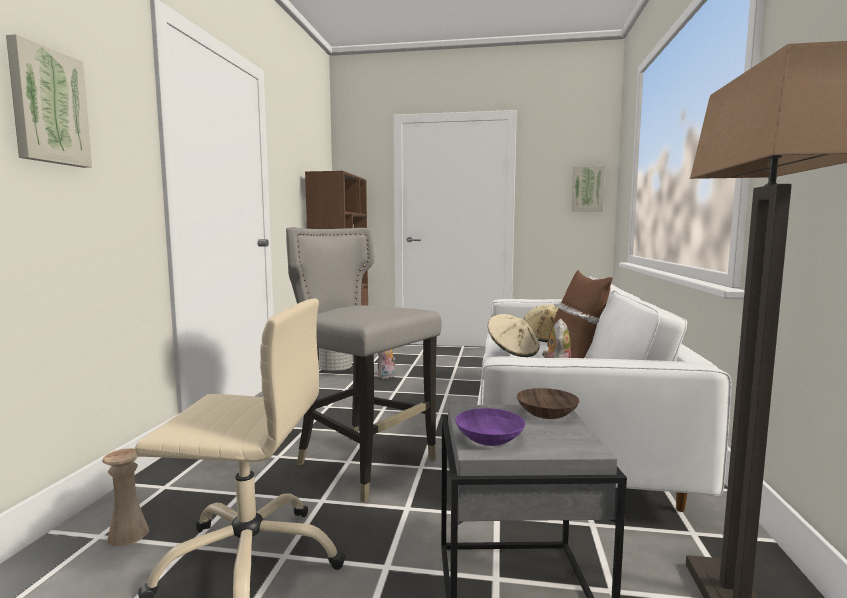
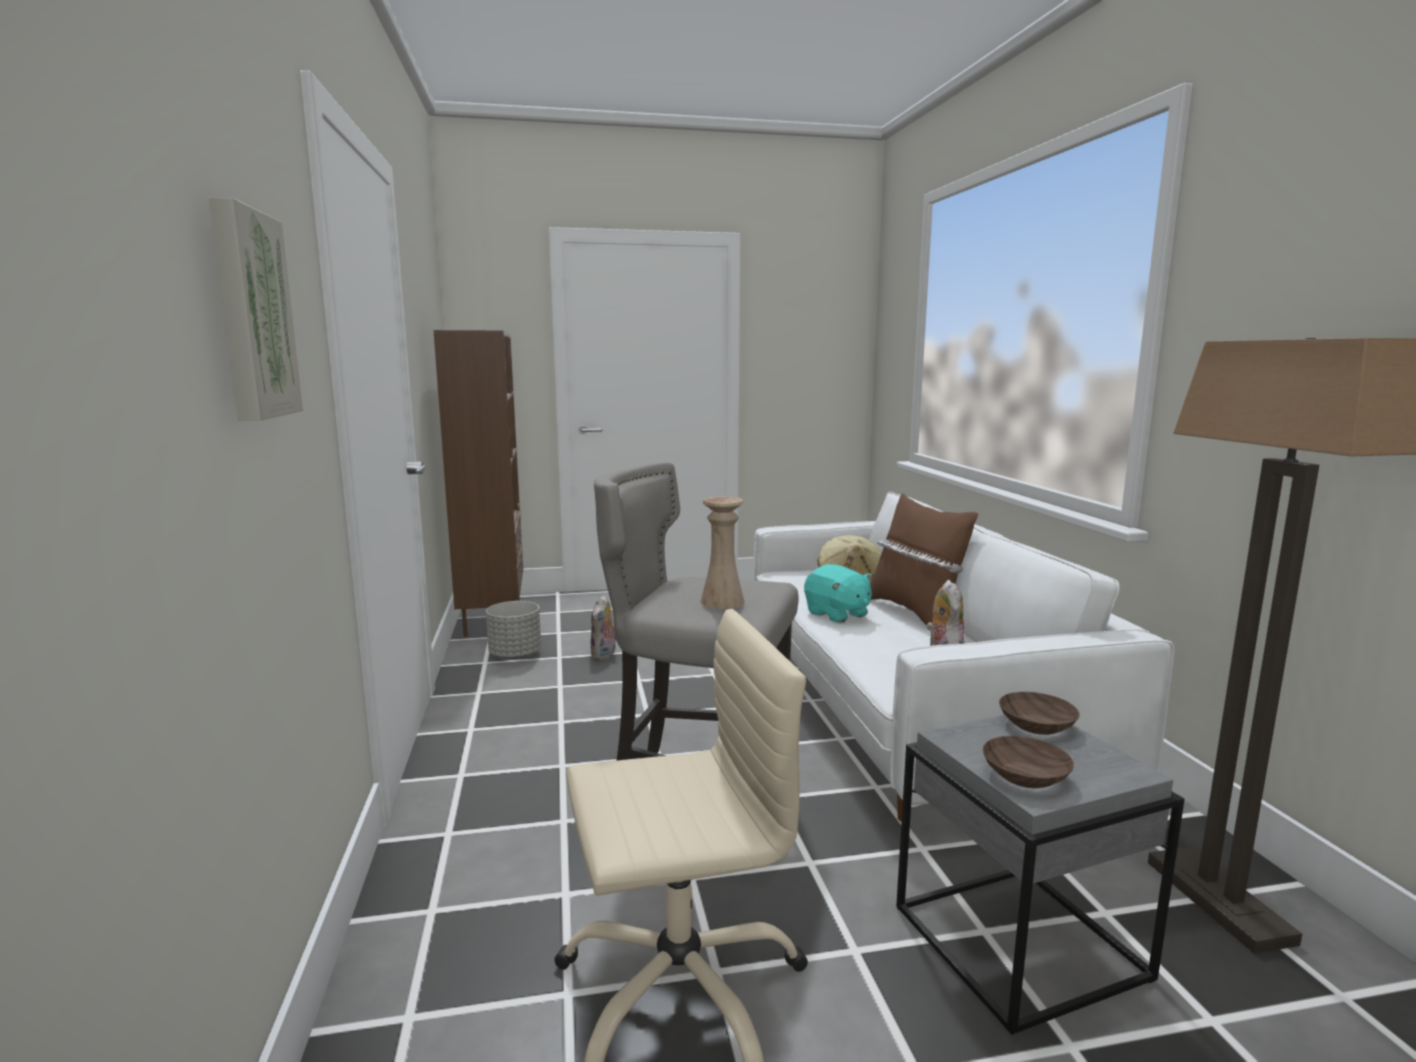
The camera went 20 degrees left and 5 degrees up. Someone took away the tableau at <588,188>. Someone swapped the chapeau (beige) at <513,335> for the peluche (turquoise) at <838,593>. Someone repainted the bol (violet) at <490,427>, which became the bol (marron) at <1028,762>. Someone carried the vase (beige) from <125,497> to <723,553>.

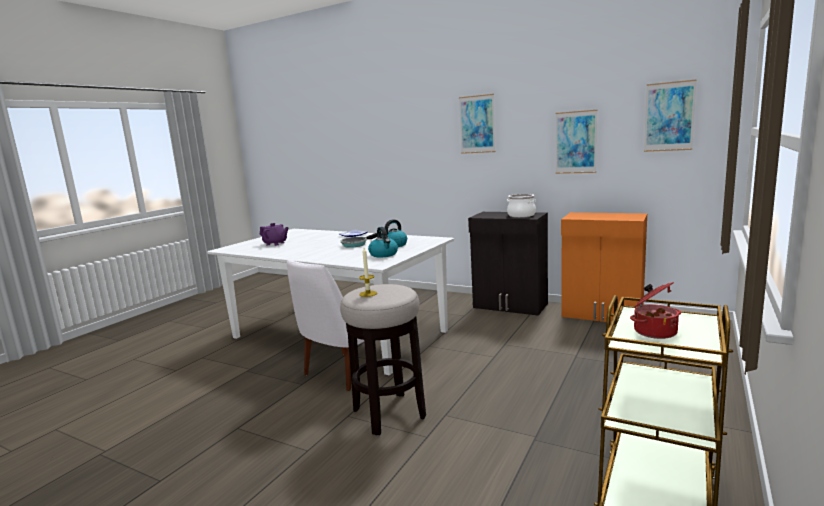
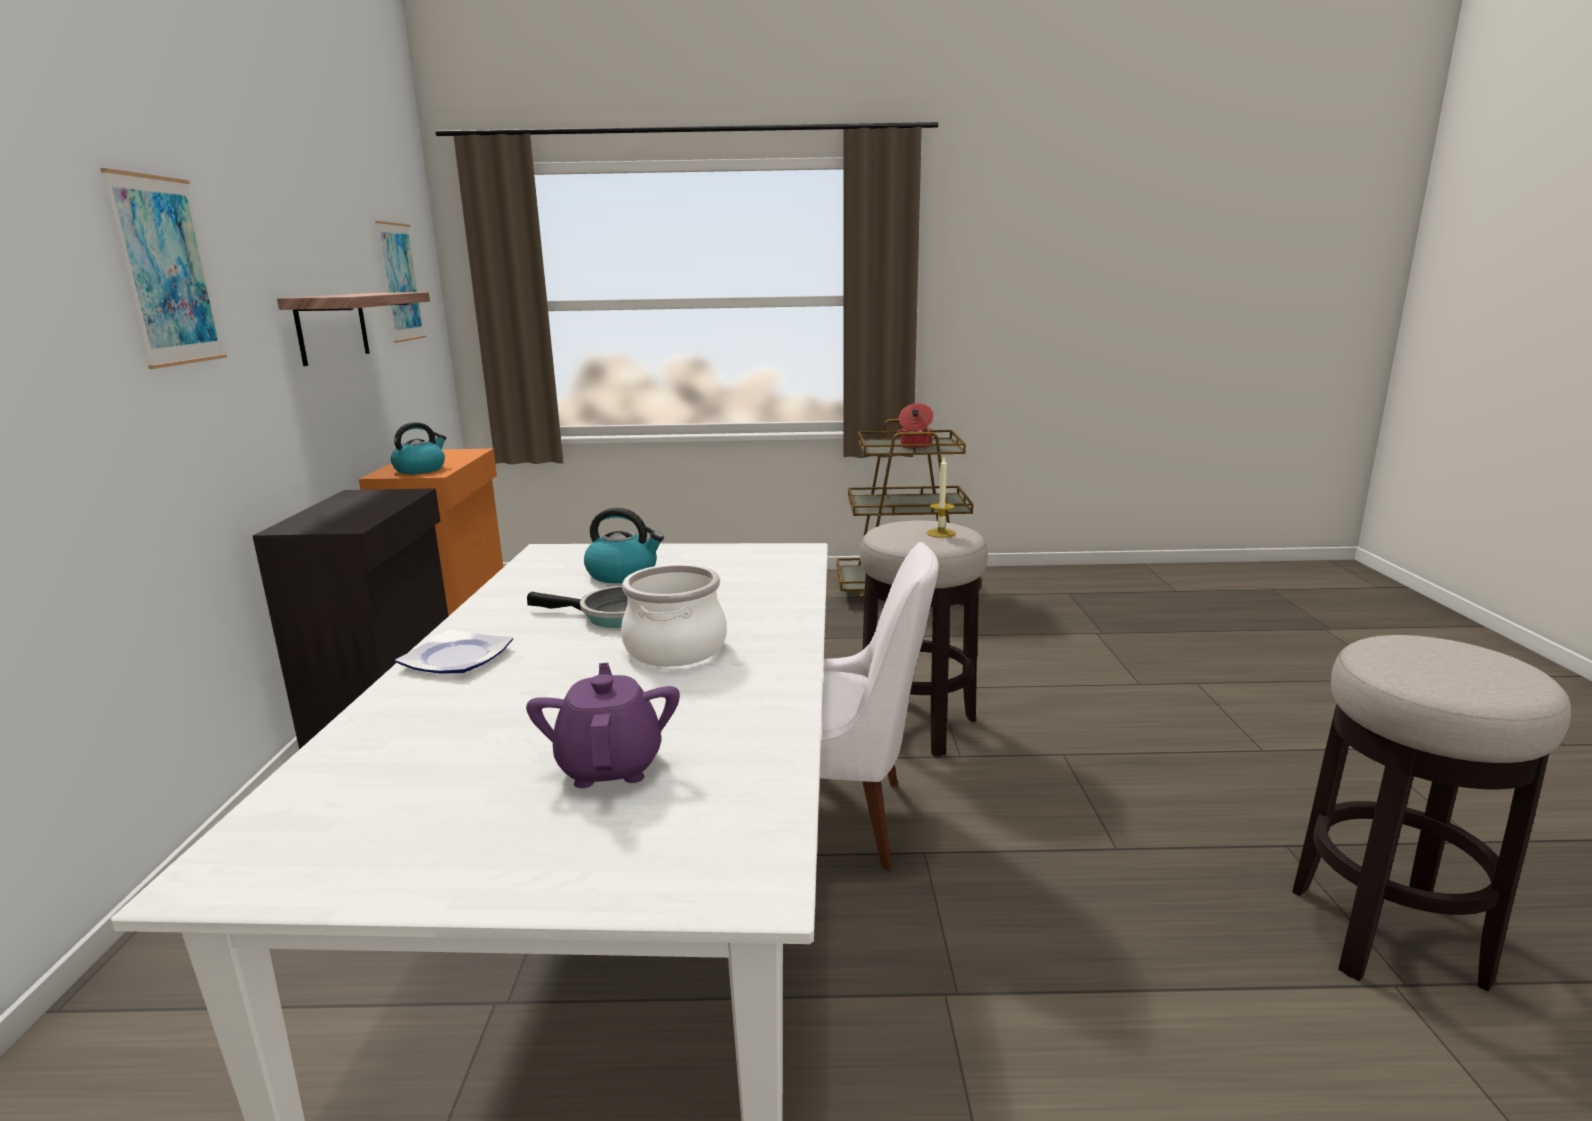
The camera went 120 degrees left and 5 degrees up. Someone swapped the tableau at <576,142> for the étagère at <353,329>. Someone carried the marmite from <521,205> to <674,615>. Someone carried the bouilloire from <383,242> to <418,448>. Someone put down the tabouret at <1431,813>.

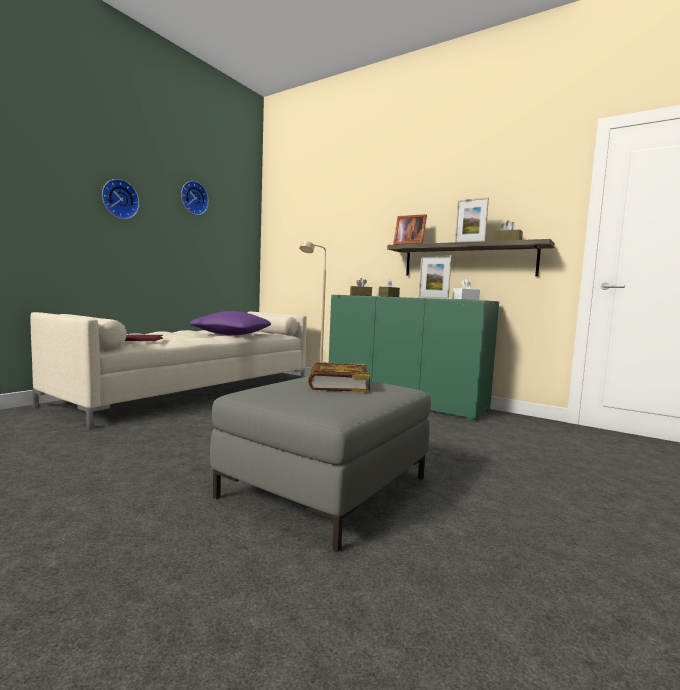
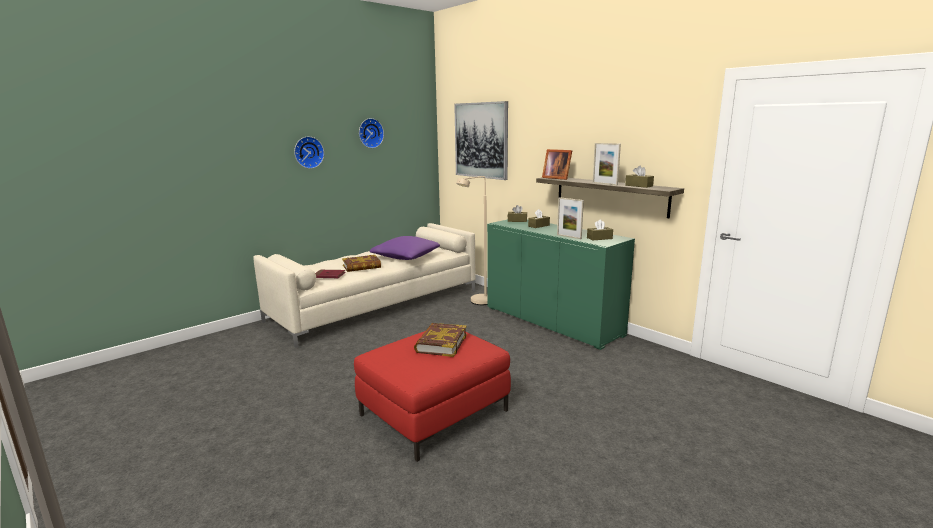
The camera went 15 degrees right and 10 degrees up. Someone repainted the boîte à mouchoirs (blanc) at <466,289>, which became the boîte à mouchoirs (marron) at <600,230>. Someone repainted the pouf (gris) at <320,464>, which became the pouf (rouge) at <432,396>. Someone put up the tableau at <481,140>. Someone put down the livre at <361,263>.

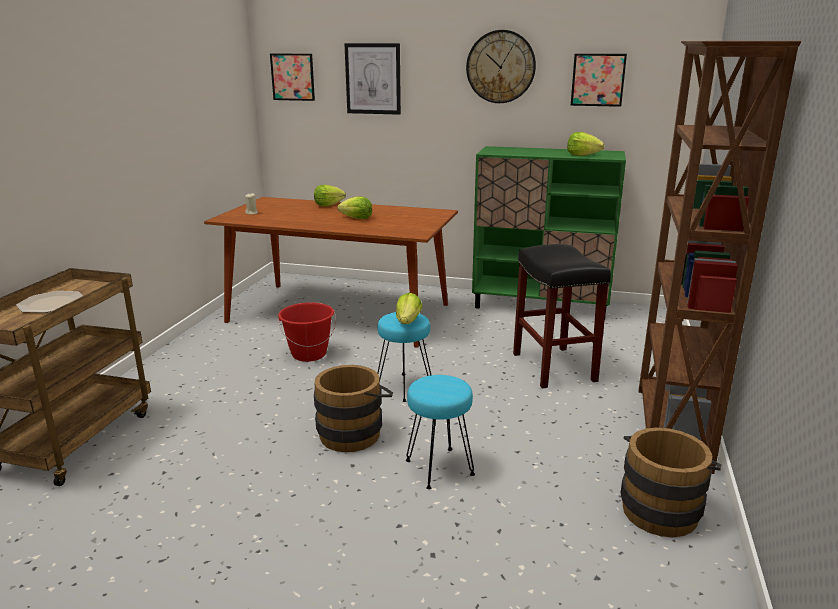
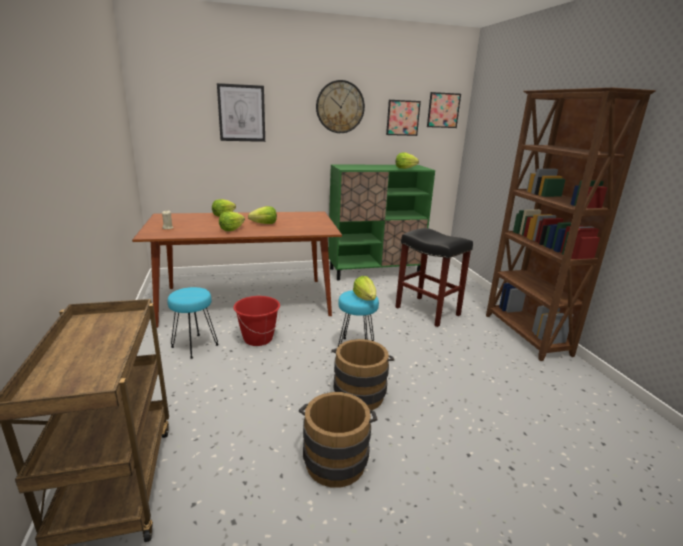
The camera went 30 degrees left and 0 degrees up. Someone carried the tableau from <292,77> to <444,110>. Someone took away the assiette at <49,302>. Someone carried the tabouret (turquoise) from <440,432> to <193,323>. Someone carried the seau (marron) from <670,482> to <338,440>. Someone put down the laitue at <232,221>.

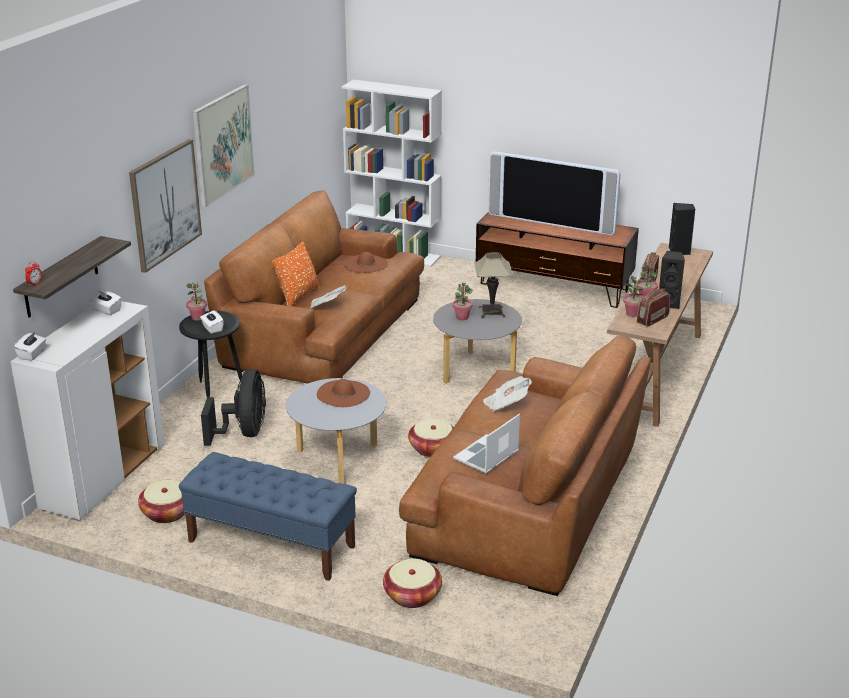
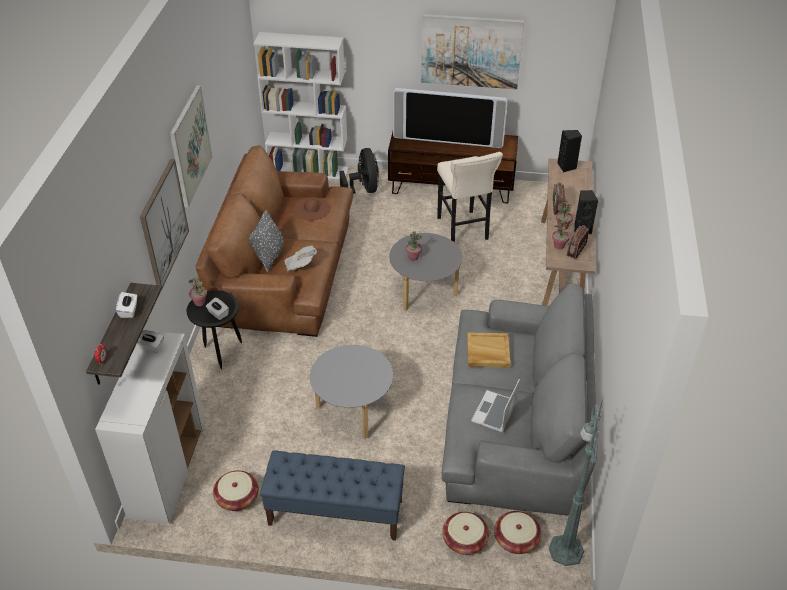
The camera went 15 degrees left and 15 degrees up. Someone repainted the coussin (orange) at <296,274>, which became the coussin (gris) at <266,241>. Someone took away the lampe de table at <493,285>. Someone carried the boîte à mouchoirs (blanc) from <30,346> to <126,305>. Someone repainted the canapé (marron) at <525,465>, which became the canapé (gris) at <519,399>. Someone carried the ventilateur (noir) from <233,407> to <359,171>. Someone swapped the journal at <507,393> for the plateau (beige) at <489,350>. Someone took away the chapeau (marron) at <343,393>. Someone carried the panier from <431,438> to <517,532>. Someone put up the tableau at <472,51>. Someone put down the tabouret (beige) at <470,197>. Someone put down the lampadaire (vert) at <575,484>.

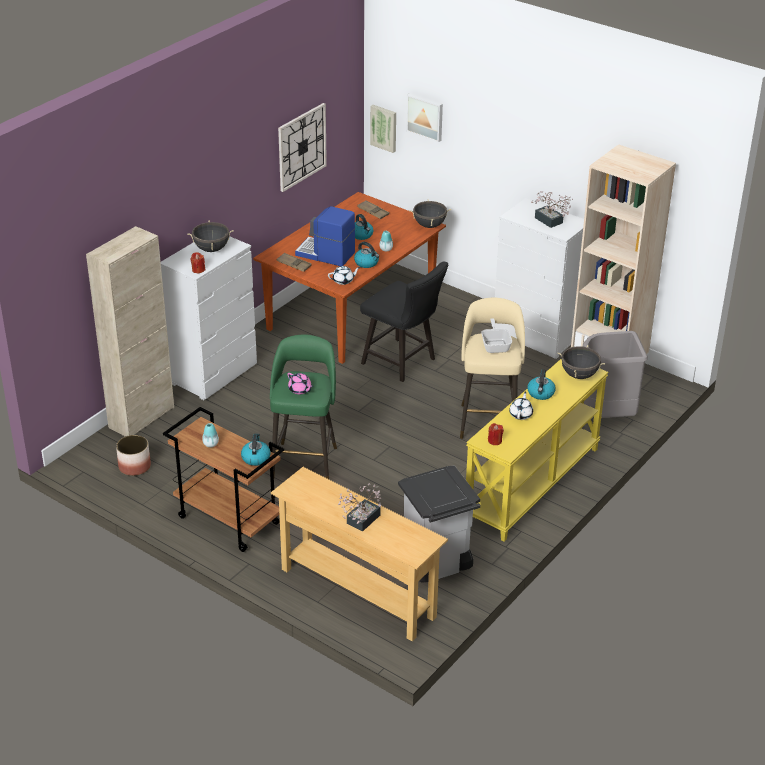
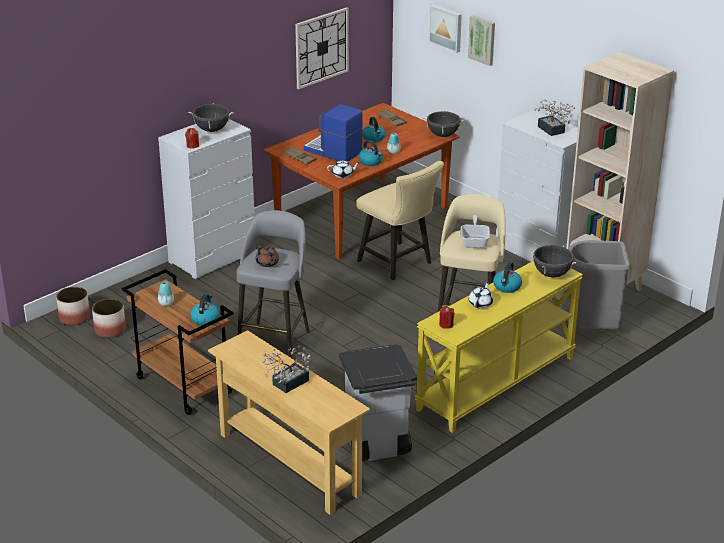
The camera went 10 degrees right and 5 degrees down. Someone carried the tableau from <383,129> to <481,40>. Someone took away the meuble de rangement (beige) at <130,331>. Someone repainted the chaise (noir) at <404,321>, which became the chaise (beige) at <400,220>. Someone repainted the tabouret (vert) at <303,406>, which became the tabouret (gris) at <273,284>. Someone repainted the théière (rose) at <300,383>, which became the théière (marron) at <267,256>. Someone put down the cache-pot at <73,306>.

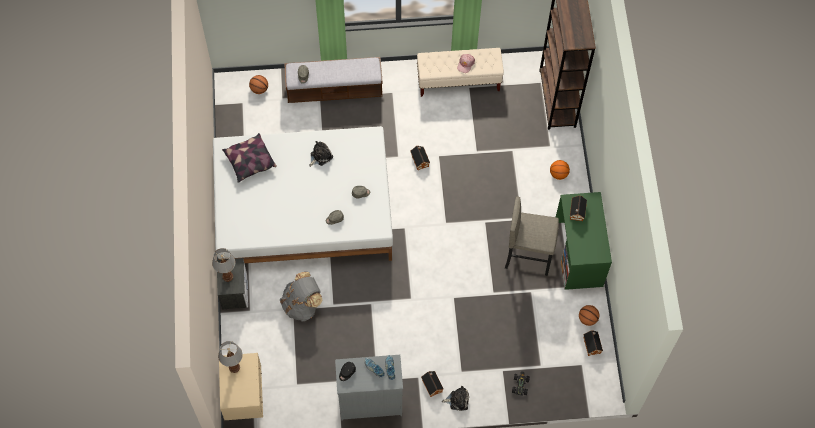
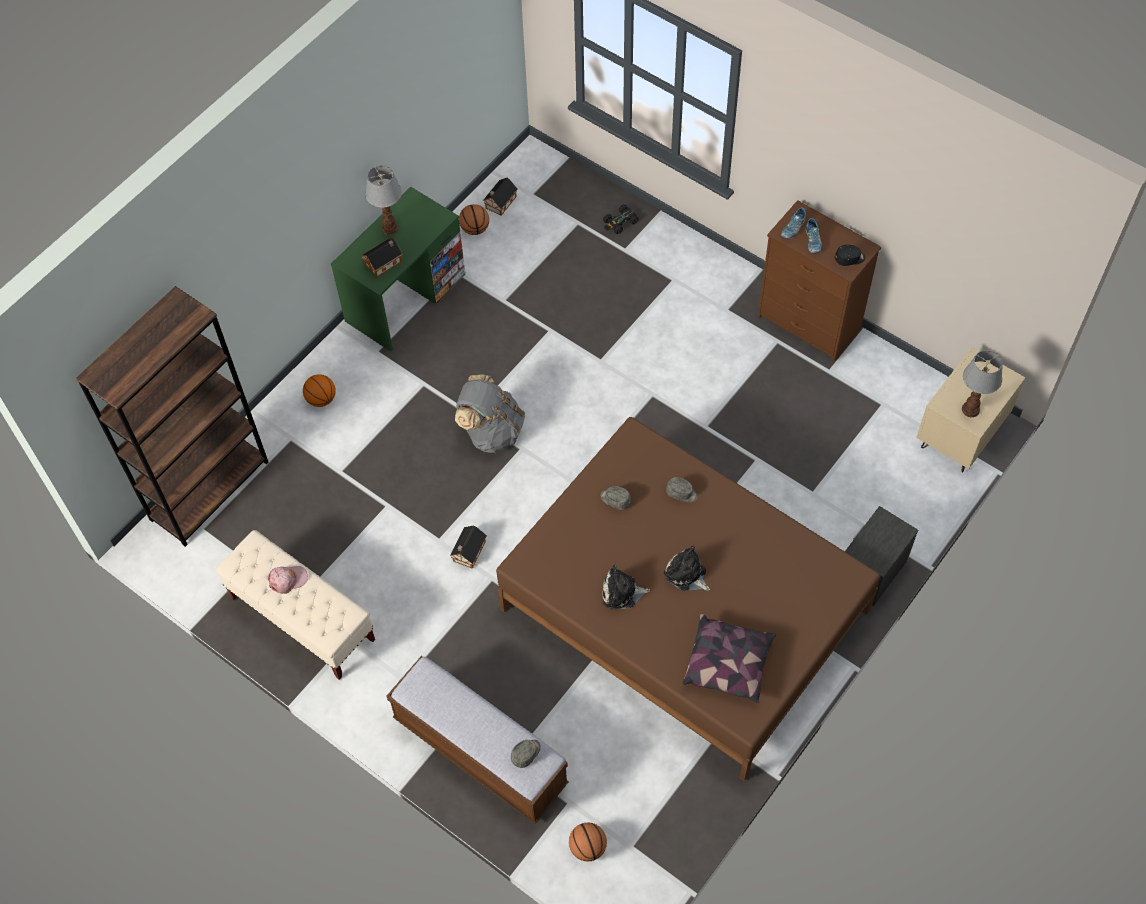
The camera went 135 degrees left and 5 degrees down. Someone repainted the lit (blanc) at <303,194>, which became the lit (marron) at <688,599>. Someone took away the tabouret (gris) at <532,236>. Someone carried the lampe de table from <223,265> to <383,200>. Someone carried the sac à dos (gris) from <301,296> to <490,413>. Someone repainted the commode (gris) at <369,388>, which became the commode (marron) at <819,281>. Someone took away the maison miniature at <432,384>. Someone carried the peluche from <455,398> to <687,568>.

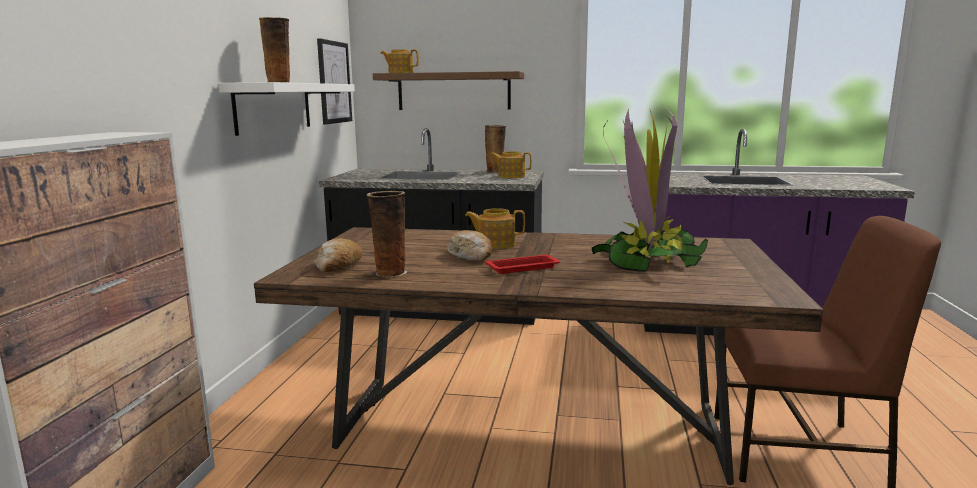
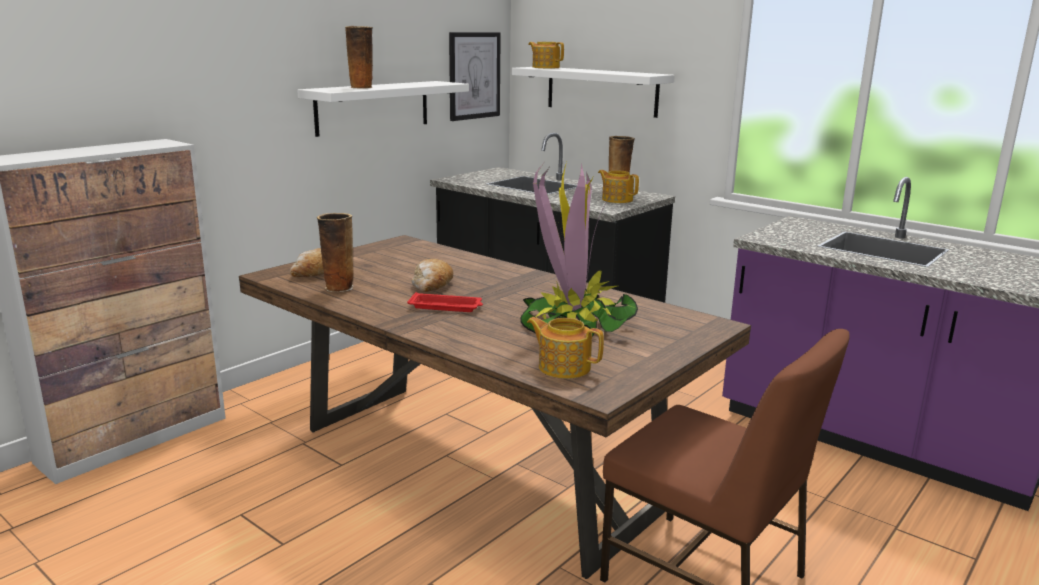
The camera went 30 degrees right and 5 degrees up. Someone repainted the étagère (marron) at <448,90>, which became the étagère (blanc) at <593,92>. Someone carried the théière from <495,228> to <565,348>.

